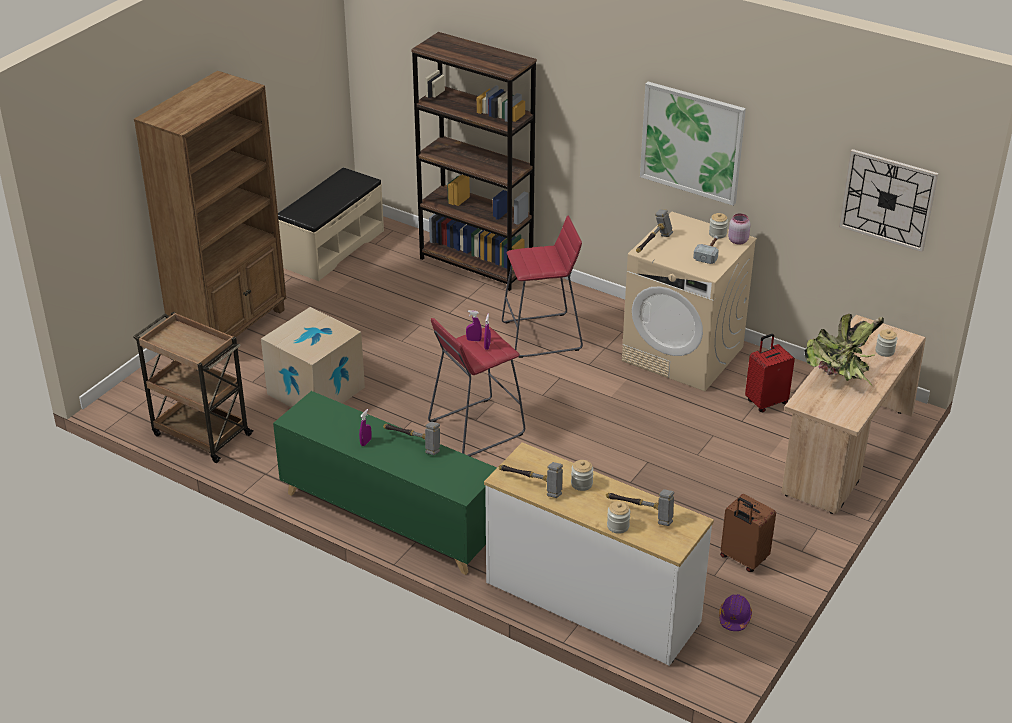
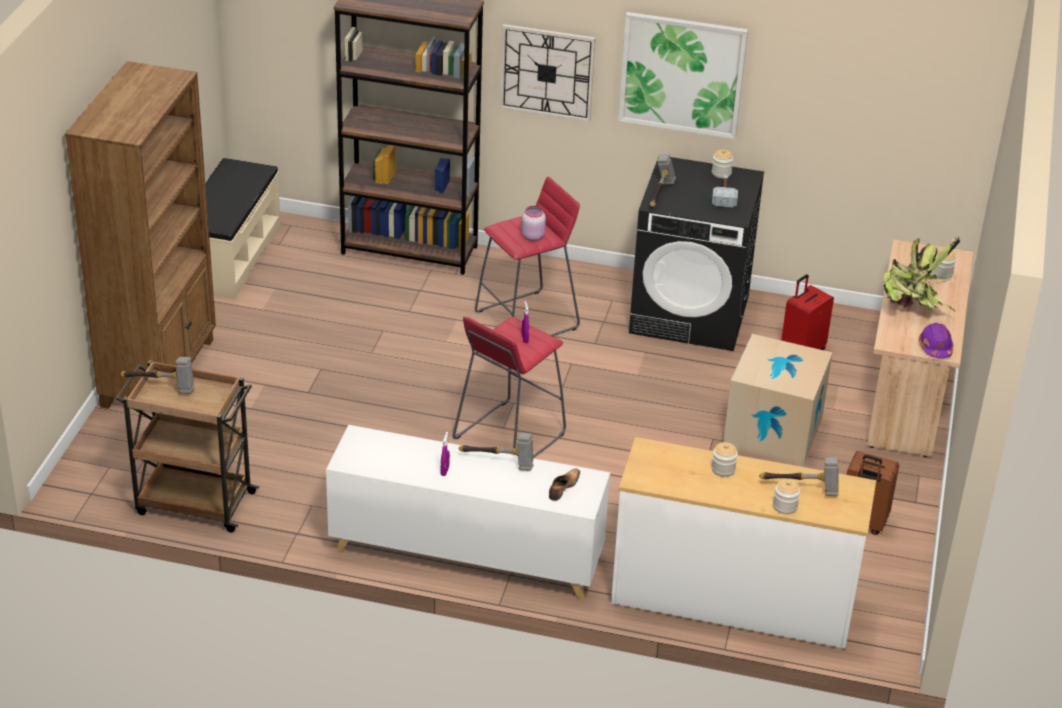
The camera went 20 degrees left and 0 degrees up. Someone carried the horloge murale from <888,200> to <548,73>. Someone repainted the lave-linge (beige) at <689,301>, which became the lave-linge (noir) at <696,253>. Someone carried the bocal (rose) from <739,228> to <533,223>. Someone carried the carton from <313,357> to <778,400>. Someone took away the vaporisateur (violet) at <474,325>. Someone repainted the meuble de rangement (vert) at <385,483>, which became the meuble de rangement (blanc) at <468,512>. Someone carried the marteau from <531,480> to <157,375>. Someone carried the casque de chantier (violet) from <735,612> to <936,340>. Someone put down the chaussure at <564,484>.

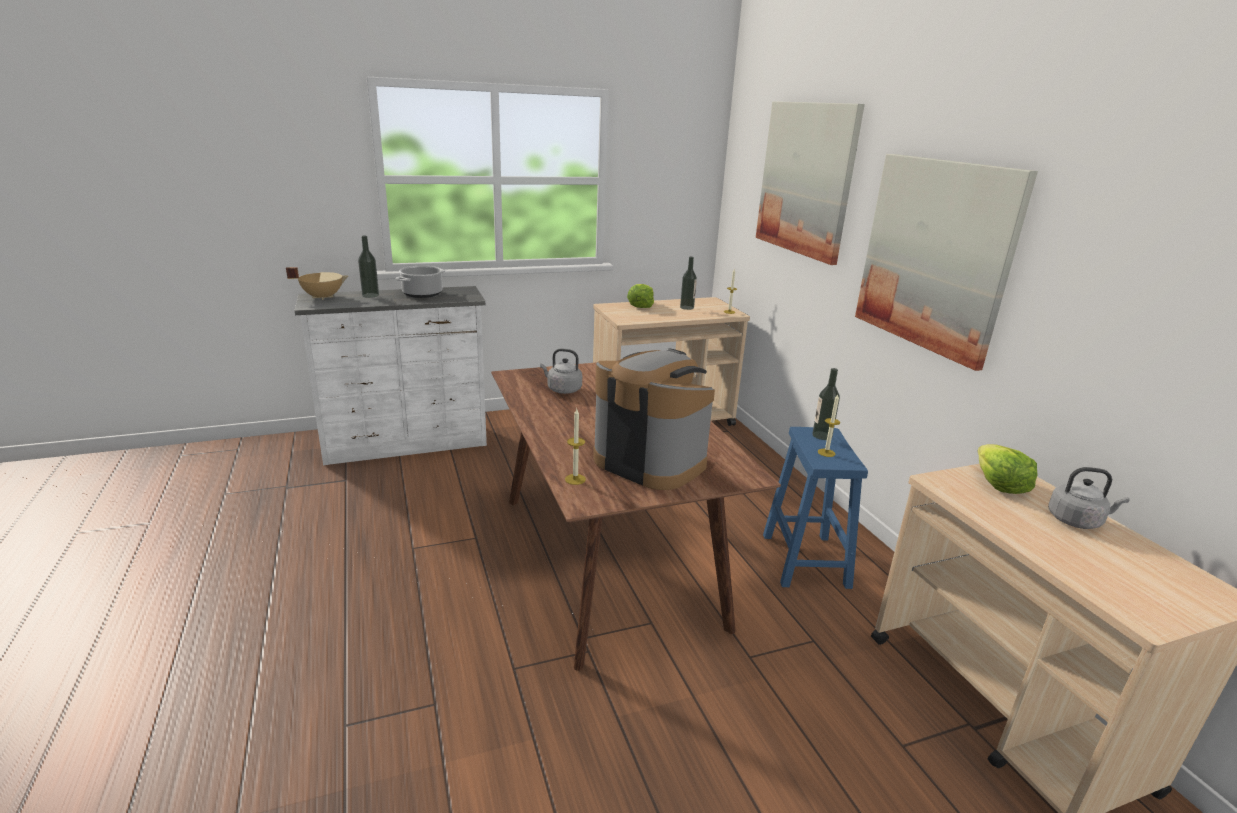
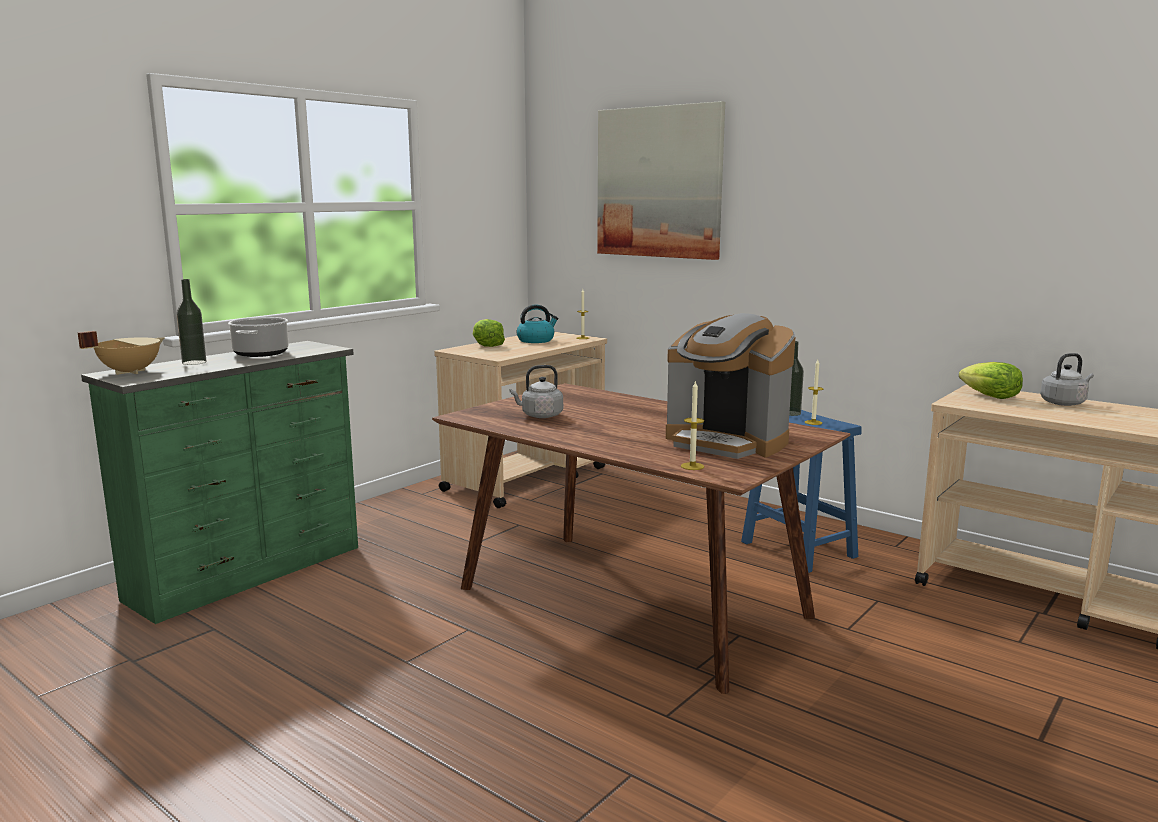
The camera went 30 degrees left and 10 degrees down. Someone took away the tableau at <946,262>. Someone swapped the bouteille at <688,283> for the bouilloire at <538,324>. Someone repainted the commode (blanc) at <391,375>, which became the commode (vert) at <219,482>. Someone rotated the machine à café at <654,419> by 150 degrees counterclockwise.

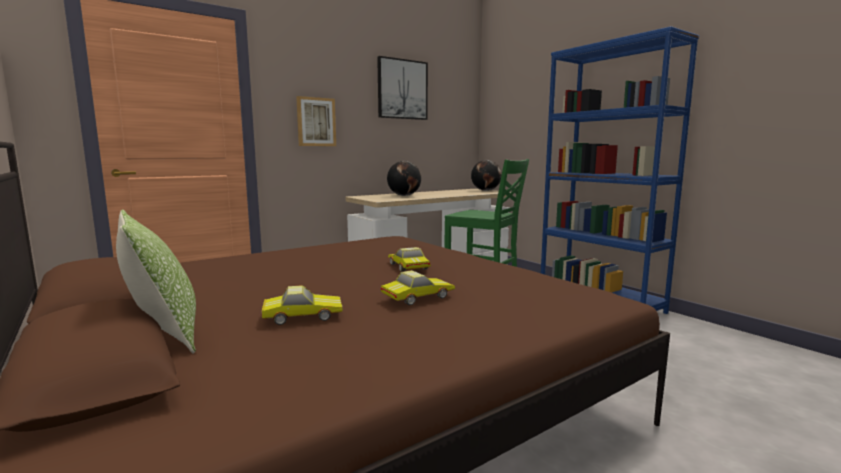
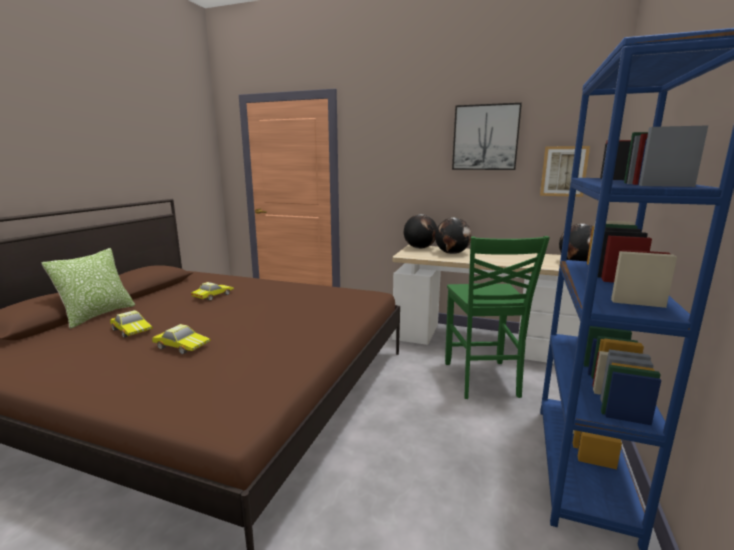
The camera went 55 degrees right and 5 degrees up. Someone carried the tableau from <316,121> to <565,171>. Someone carried the petite voiture from <409,259> to <212,291>. Someone put down the globe at <420,231>.

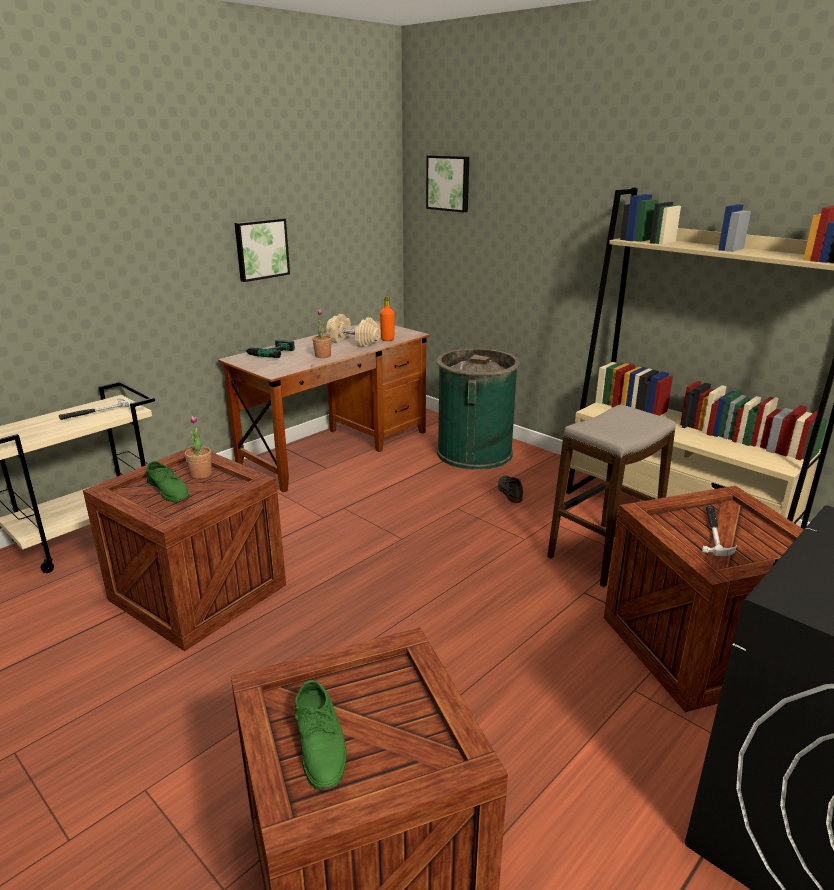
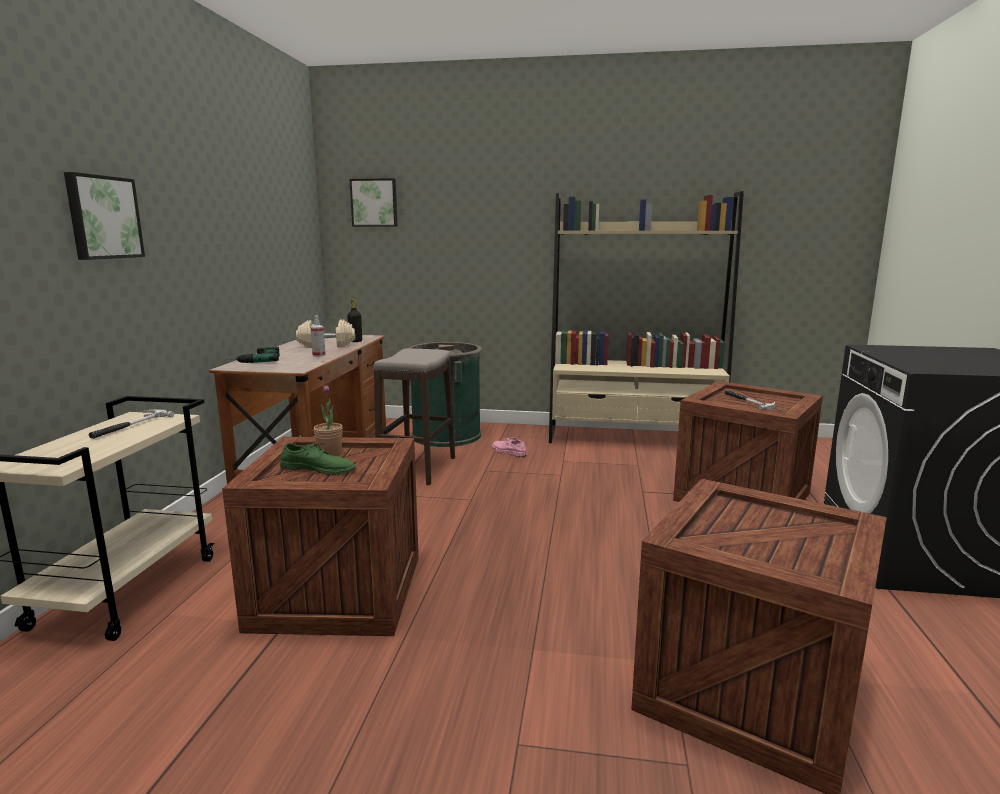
The camera went 35 degrees left and 10 degrees down. Someone carried the tableau from <262,250> to <104,216>. Someone repainted the bouteille (orange) at <387,318>, which became the bouteille (noir) at <354,320>. Someone swapped the plante en pot at <322,333> for the vaporisateur at <318,336>. Someone carried the tabouret from <611,496> to <414,417>. Someone repainted the chaussure (gris) at <510,489>, which became the chaussure (rose) at <509,447>. Someone took away the chaussure (vert) at <321,735>.

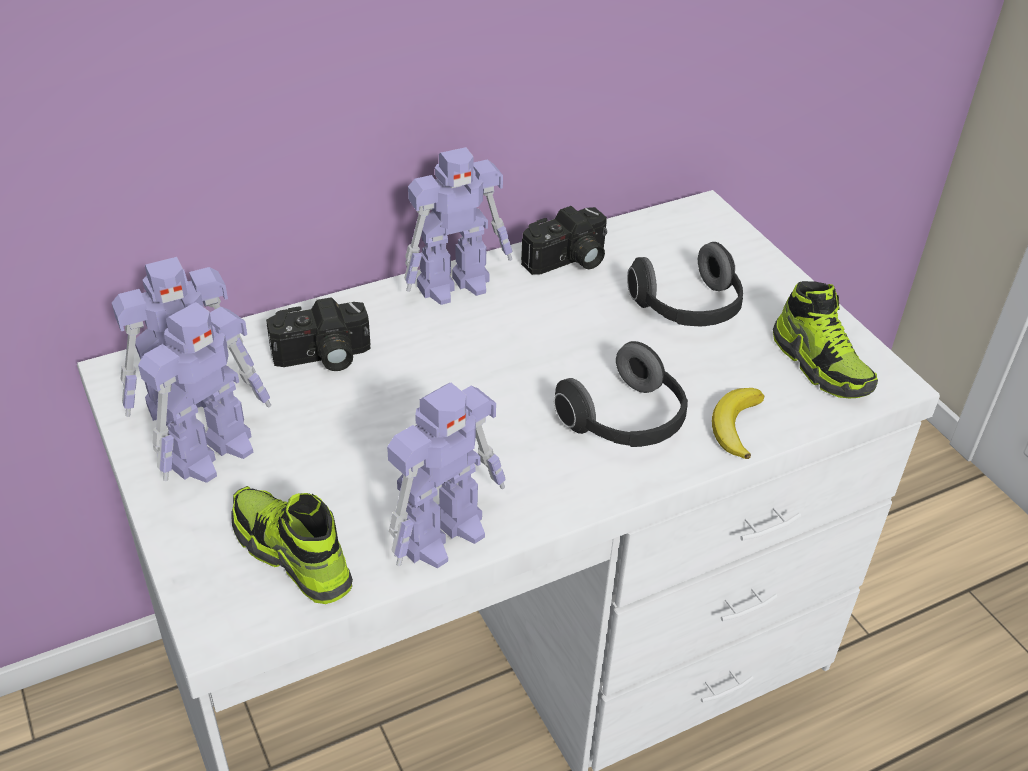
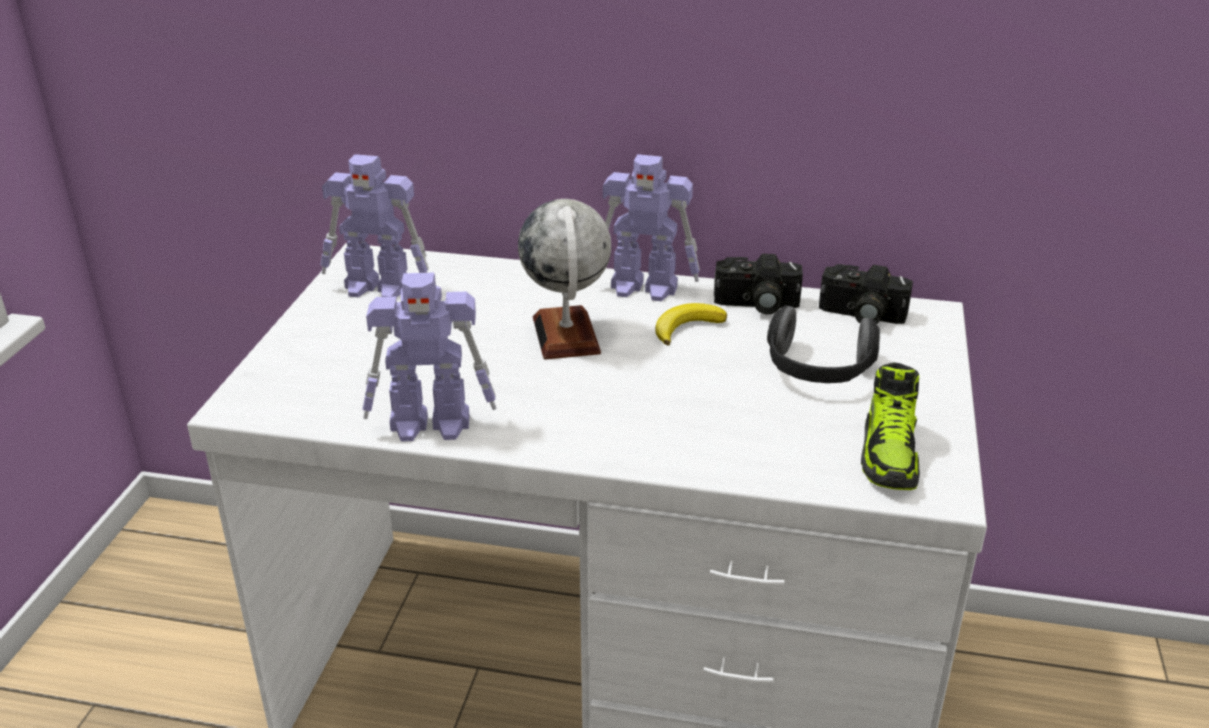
The camera went 40 degrees right and 10 degrees down. Someone carried the appareil photo from <318,334> to <866,294>. Someone took away the robot jouet at <204,392>. Someone took away the casque audio at <621,394>. Someone carried the banane from <738,423> to <691,324>. Someone took away the chaussure at <292,545>. Someone put down the globe at <564,279>.

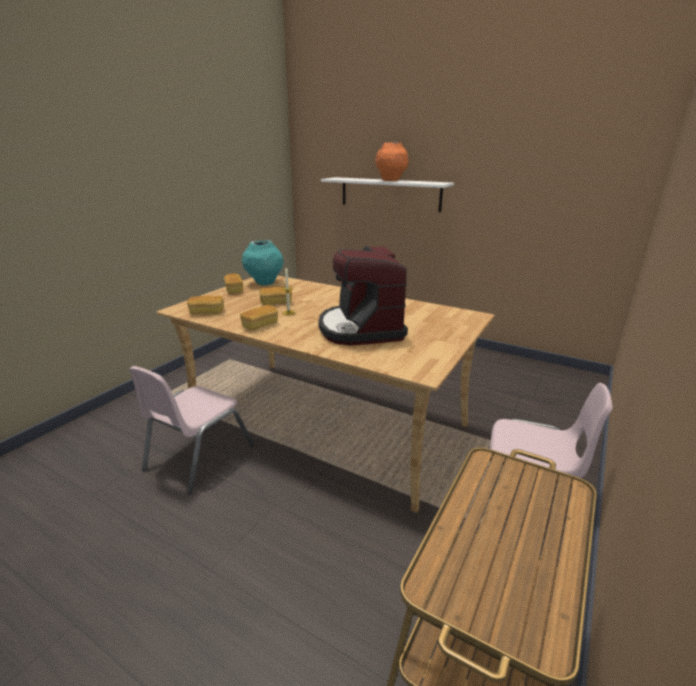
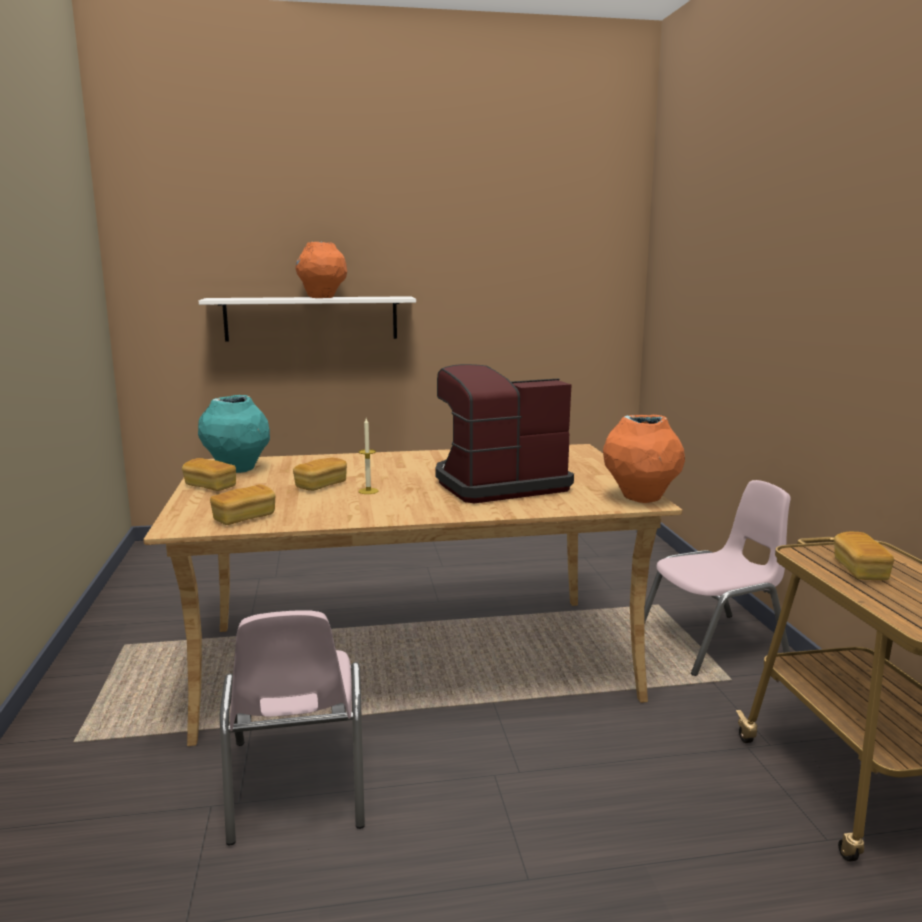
The camera went 40 degrees left and 10 degrees down. Someone rotated the machine à café at <363,295> by 120 degrees clockwise. Someone carried the pain from <259,318> to <864,556>. Someone put down the vase (orange) at <644,459>.

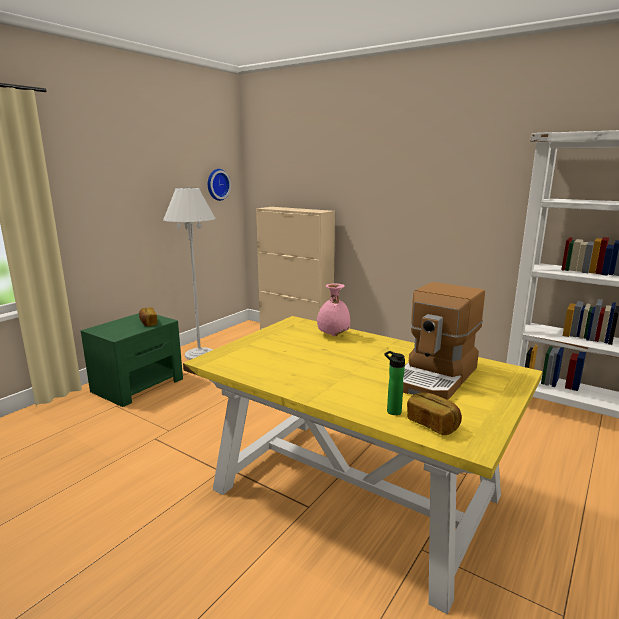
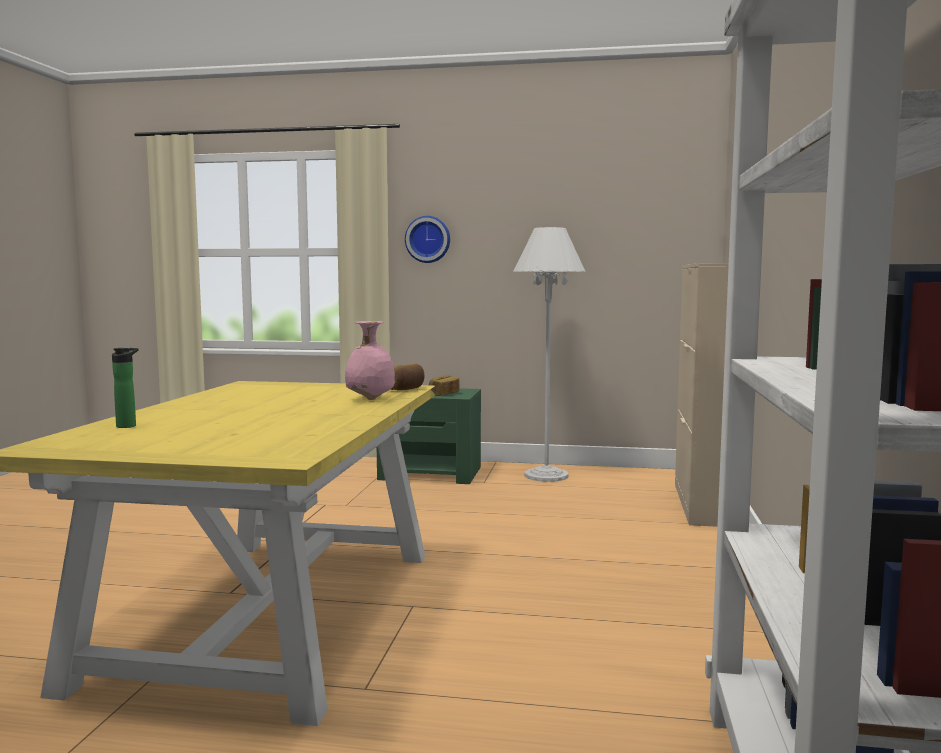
The camera went 65 degrees right and 10 degrees down. Someone carried the horloge murale from <219,185> to <427,239>. Someone took away the machine à café at <444,341>. Someone carried the pain from <434,413> to <407,377>.

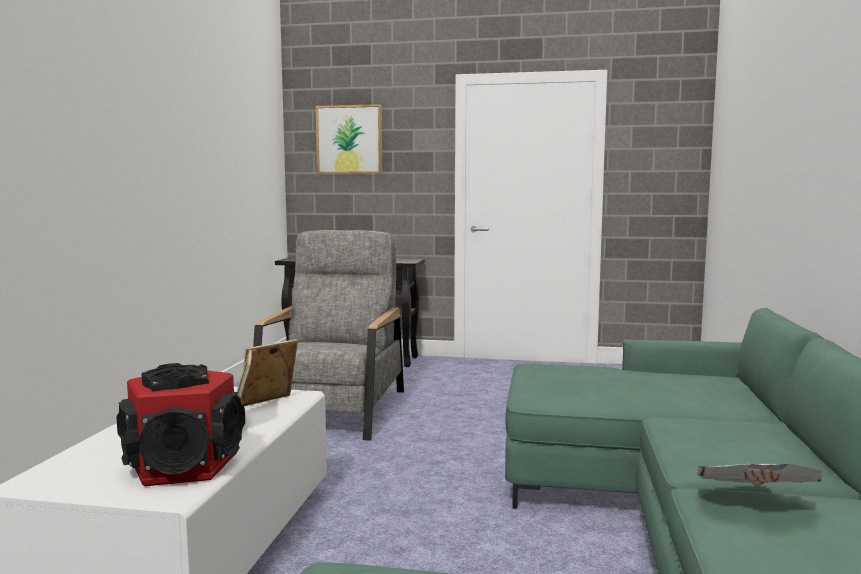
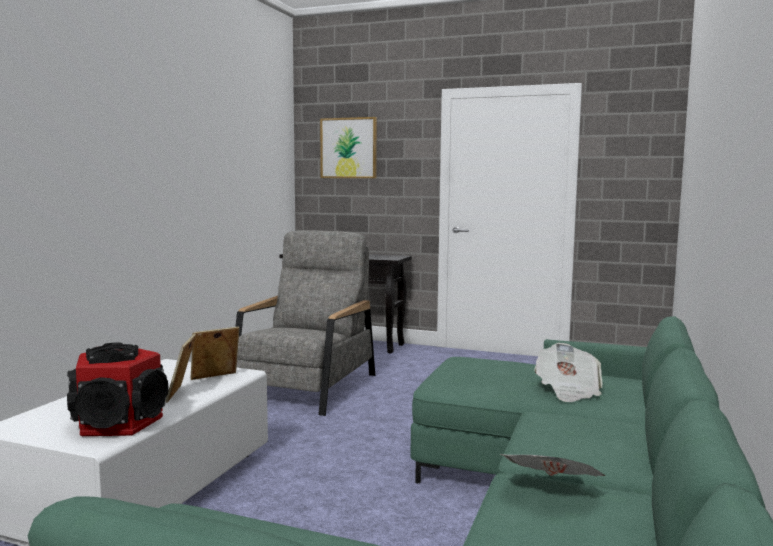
The camera went 10 degrees right and 0 degrees up. Someone put down the journal at <568,372>.

